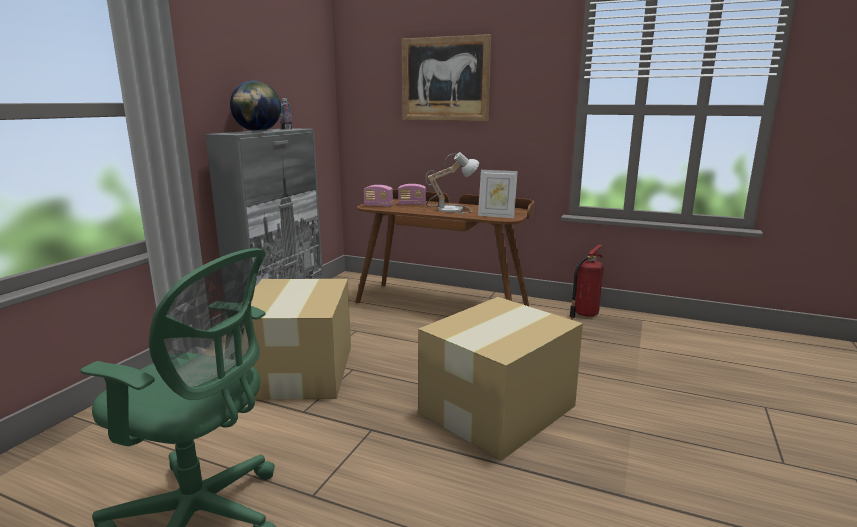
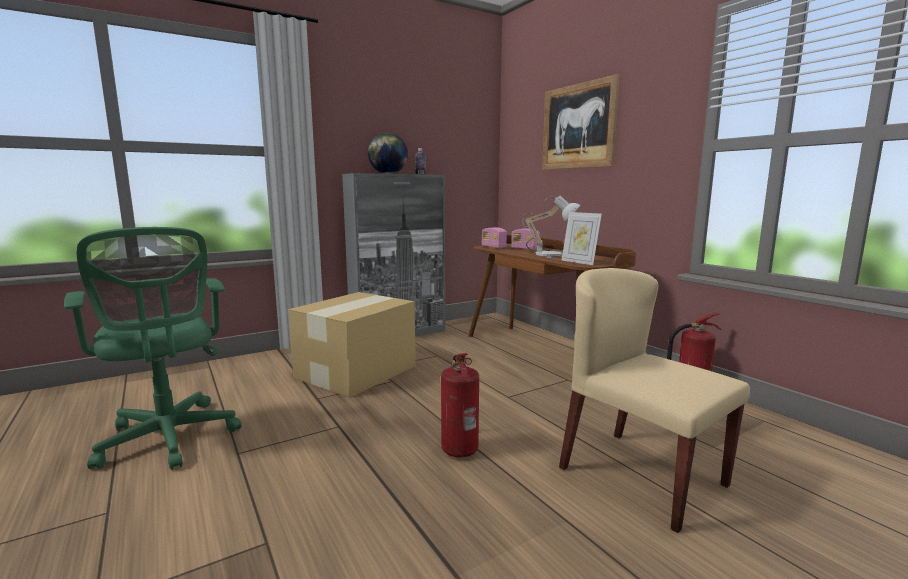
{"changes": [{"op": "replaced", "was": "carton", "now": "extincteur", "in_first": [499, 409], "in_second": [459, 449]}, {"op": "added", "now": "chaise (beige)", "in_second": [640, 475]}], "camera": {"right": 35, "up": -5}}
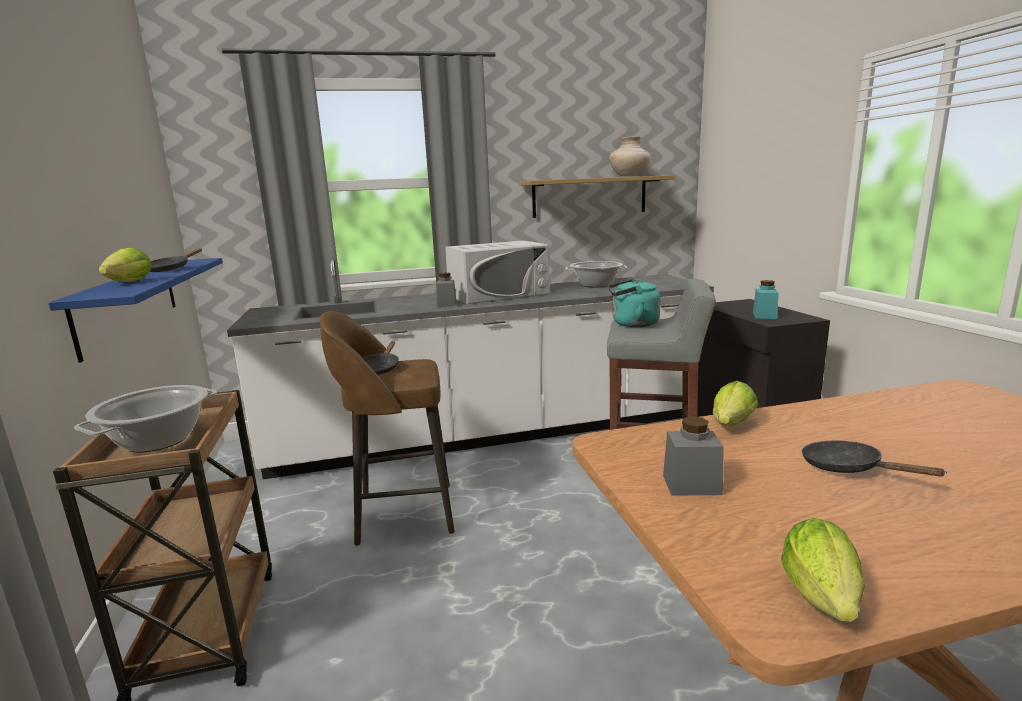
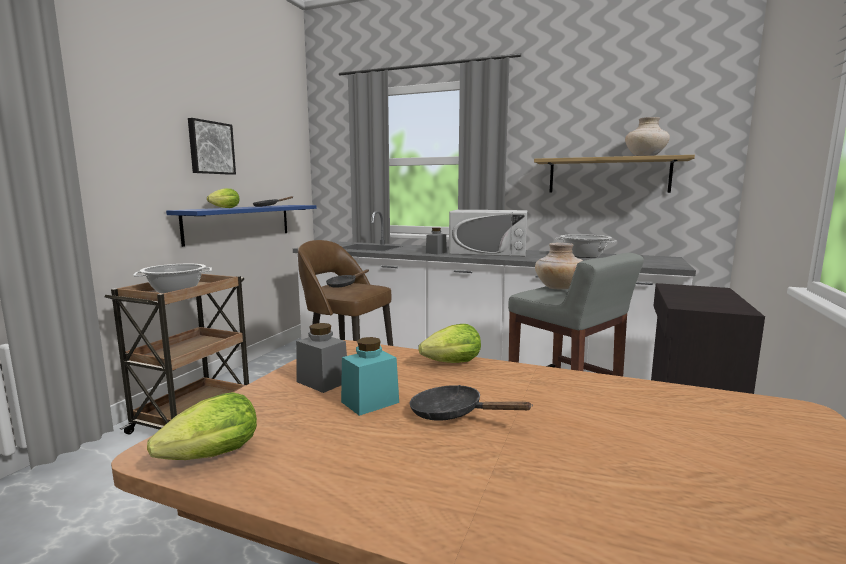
{"changes": [{"op": "replaced", "was": "bouilloire (turquoise)", "now": "vase (beige)", "in_first": [632, 324], "in_second": [559, 288]}, {"op": "moved", "was": "bocal (turquoise)", "in_first": [764, 316], "in_second": [370, 402]}, {"op": "turned", "was": "poêle (noir)", "in_first": [848, 468], "in_second": [453, 414], "clockwise": -60}, {"op": "added", "now": "tableau", "in_second": [210, 148]}], "camera": {"right": 35, "up": -5}}
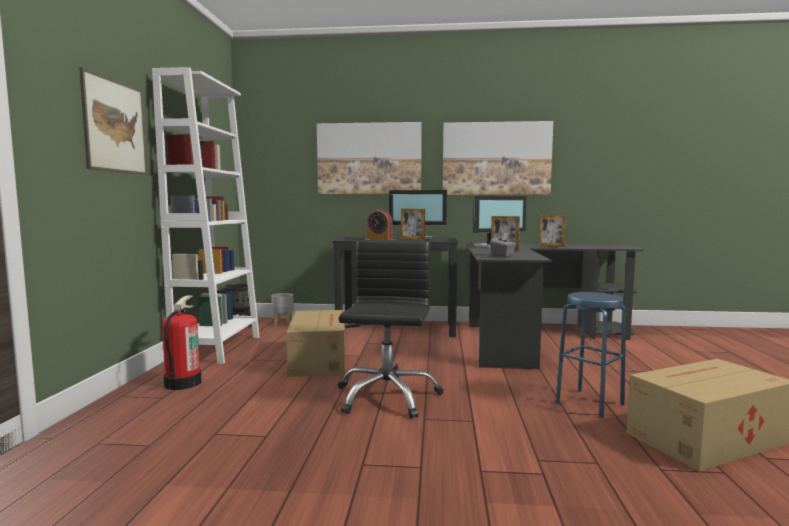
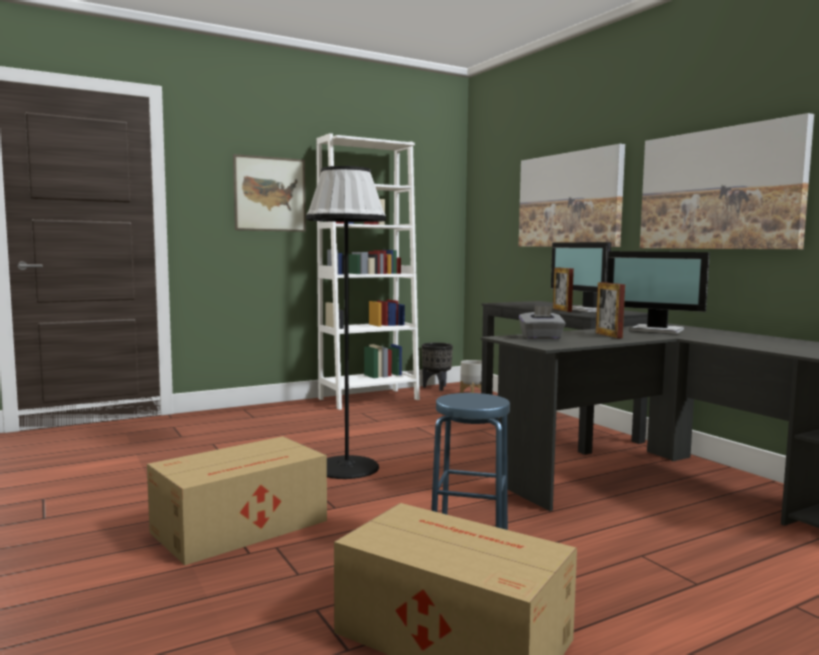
{"changes": [{"op": "removed", "was": "extincteur", "in_first": [182, 383]}, {"op": "moved", "was": "carton", "in_first": [319, 359], "in_second": [243, 526]}, {"op": "replaced", "was": "chaise de bureau (noir)", "now": "lampadaire (noir)", "in_first": [386, 396], "in_second": [347, 467]}, {"op": "removed", "was": "réveil", "in_first": [379, 239]}, {"op": "removed", "was": "cadre photo", "in_first": [551, 246]}], "camera": {"right": 55, "up": 0}}
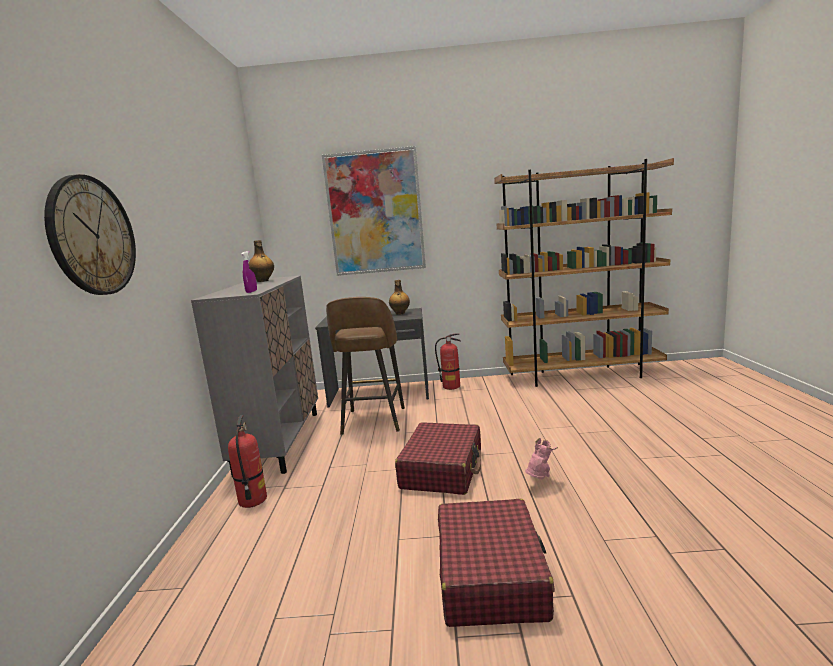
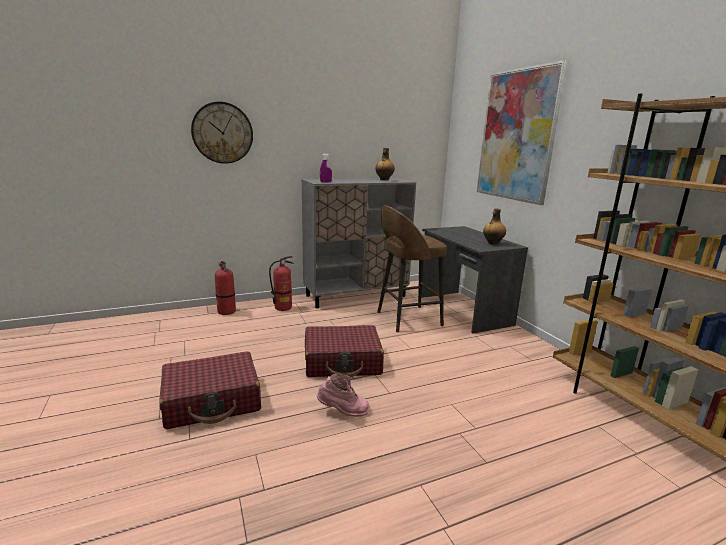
{"changes": [{"op": "moved", "was": "extincteur", "in_first": [451, 386], "in_second": [227, 312]}], "camera": {"right": 65, "up": 5}}
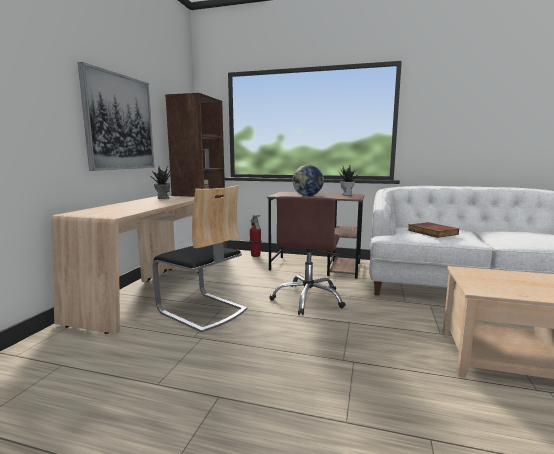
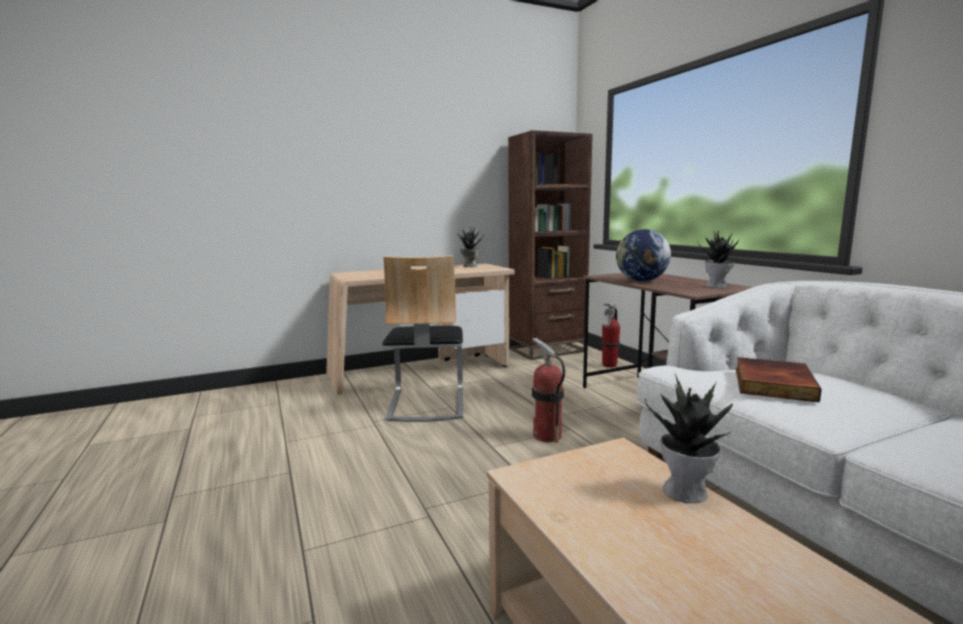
{"changes": [{"op": "removed", "was": "tableau", "in_first": [119, 122]}, {"op": "replaced", "was": "chaise de bureau (marron)", "now": "extincteur", "in_first": [308, 299], "in_second": [547, 435]}, {"op": "added", "now": "plante en pot", "in_second": [687, 492]}], "camera": {"right": 50, "up": 0}}
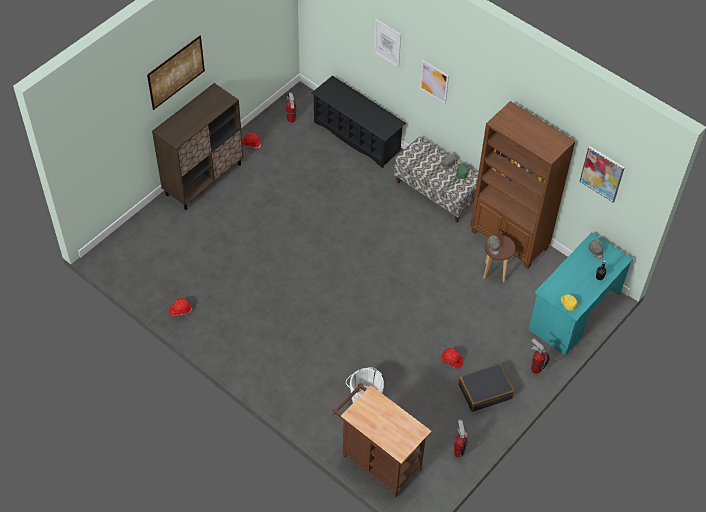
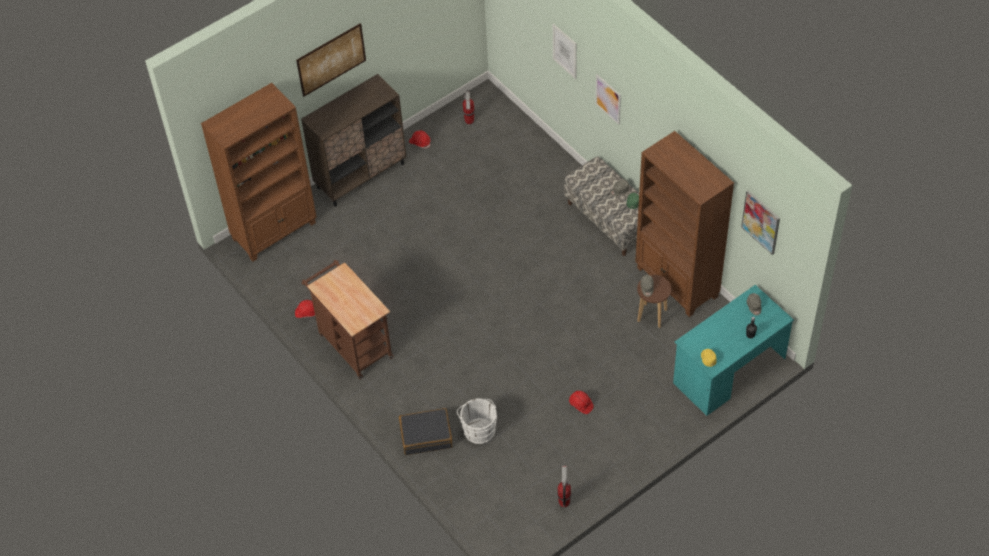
{"changes": [{"op": "removed", "was": "étagère à chaussures (noir)", "in_first": [357, 136]}, {"op": "moved", "was": "chariot (marron)", "in_first": [378, 460], "in_second": [353, 343]}, {"op": "moved", "was": "valise (noir)", "in_first": [485, 391], "in_second": [426, 435]}, {"op": "removed", "was": "extincteur", "in_first": [535, 369]}, {"op": "added", "now": "bibliothèque (marron)", "in_second": [275, 231]}], "camera": {"right": 15, "up": 0}}
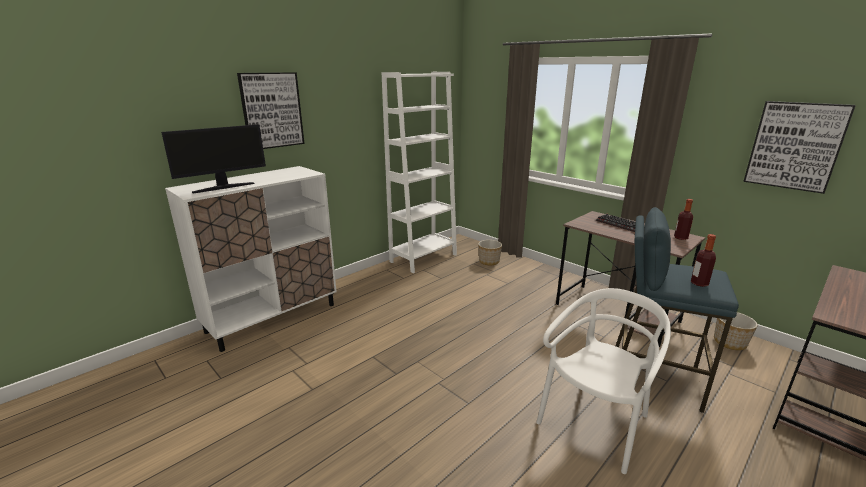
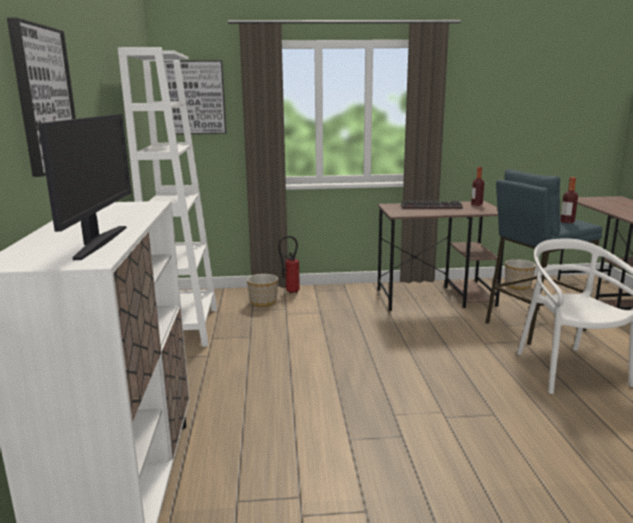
{"changes": [{"op": "moved", "was": "tableau", "in_first": [795, 146], "in_second": [195, 98]}, {"op": "added", "now": "extincteur", "in_second": [290, 291]}], "camera": {"right": -50, "up": -5}}
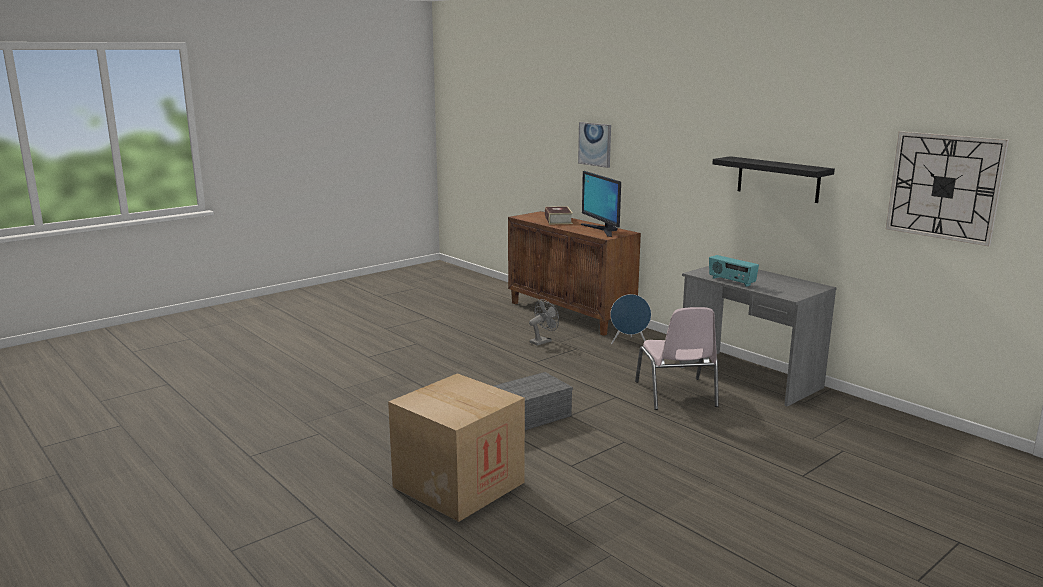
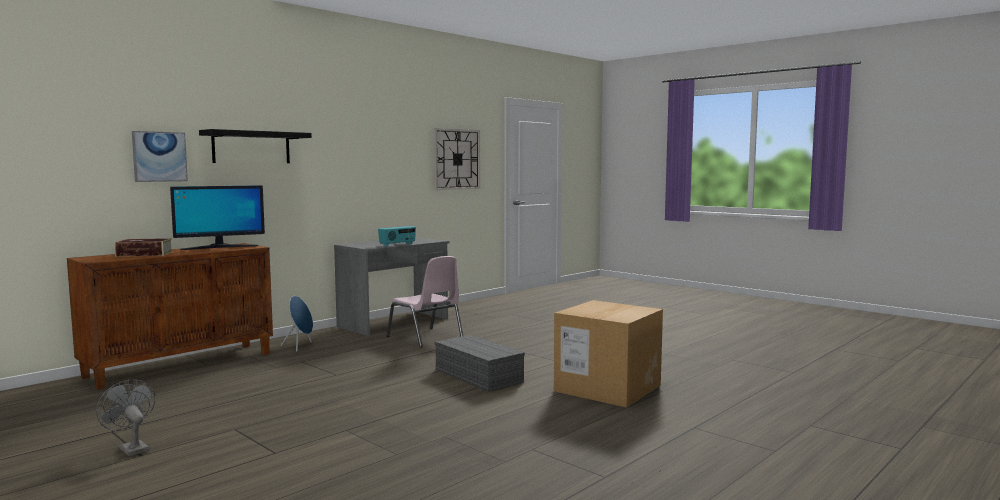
{"changes": [{"op": "moved", "was": "ventilateur (gris)", "in_first": [543, 341], "in_second": [131, 448]}, {"op": "turned", "was": "chaise (rose)", "in_first": [676, 394], "in_second": [426, 338], "clockwise": 60}, {"op": "moved", "was": "étagère (noir)", "in_first": [778, 179], "in_second": [251, 147]}], "camera": {"right": -95, "up": -10}}
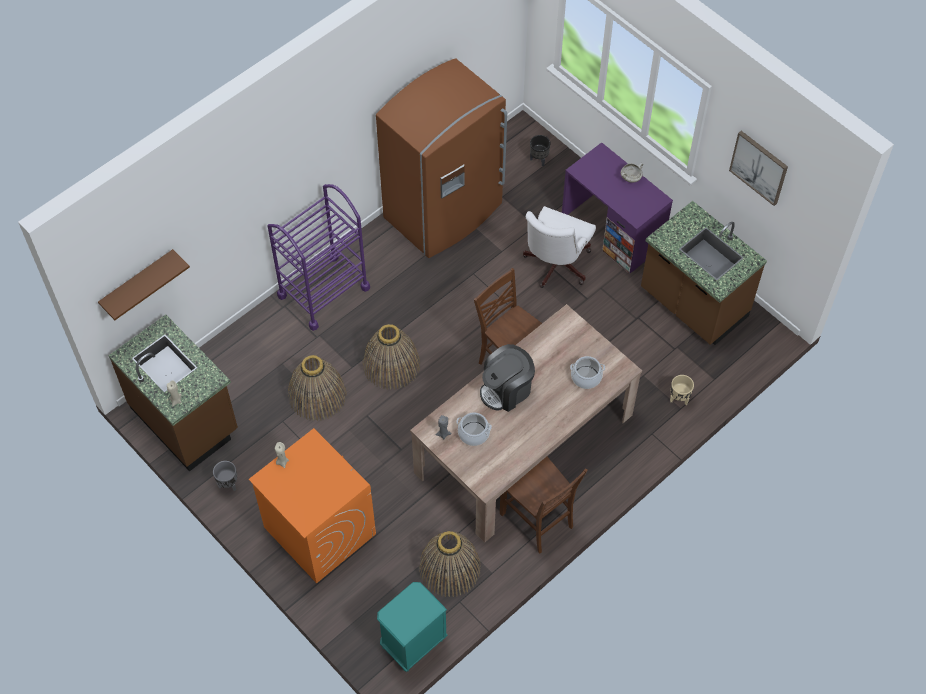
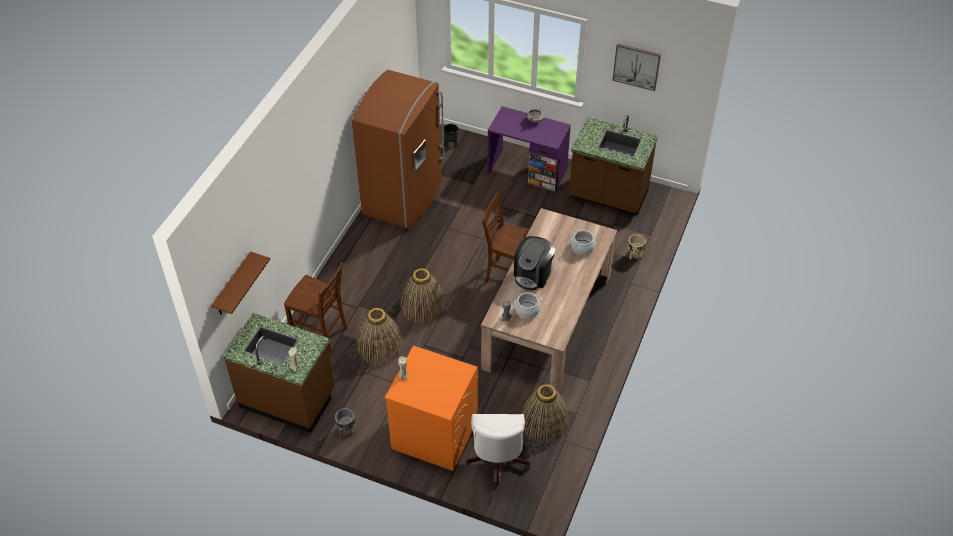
{"changes": [{"op": "removed", "was": "chariot (violet)", "in_first": [323, 291]}, {"op": "removed", "was": "table de chevet (turquoise)", "in_first": [412, 643]}, {"op": "moved", "was": "chaise (marron)", "in_first": [538, 521], "in_second": [321, 333]}, {"op": "moved", "was": "chaise de bureau (blanc)", "in_first": [555, 266], "in_second": [497, 462]}], "camera": {"right": -25, "up": -10}}
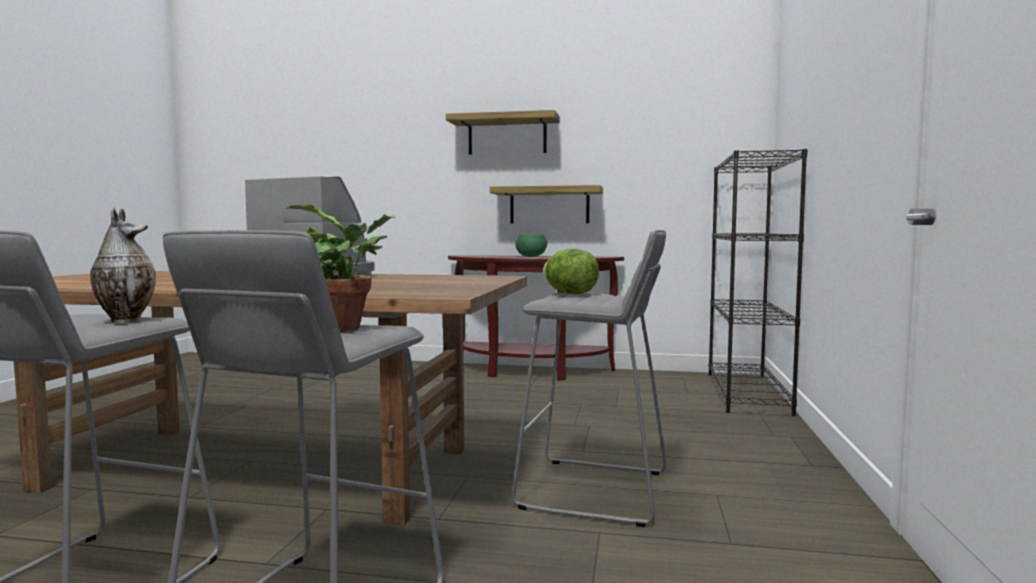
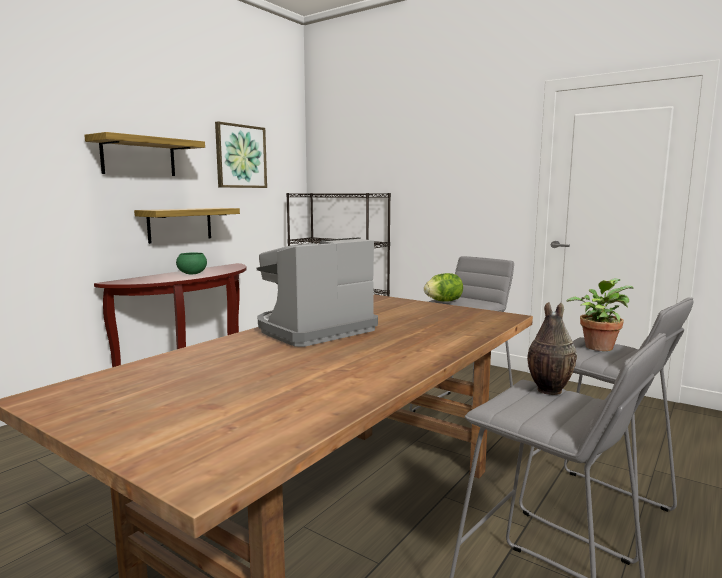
{"changes": [{"op": "added", "now": "tableau", "in_second": [240, 156]}], "camera": {"right": -65, "up": 5}}
